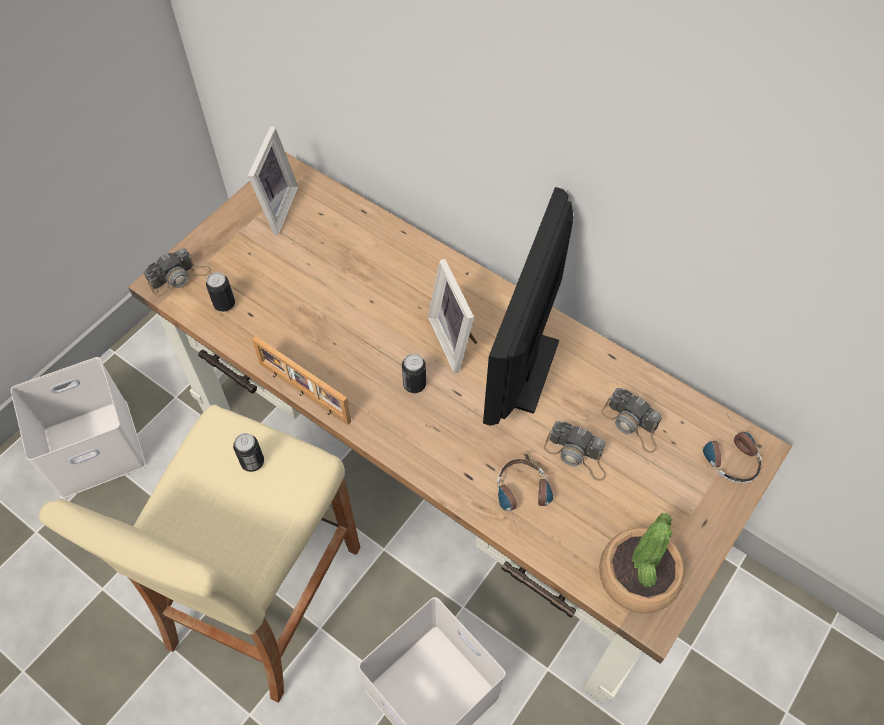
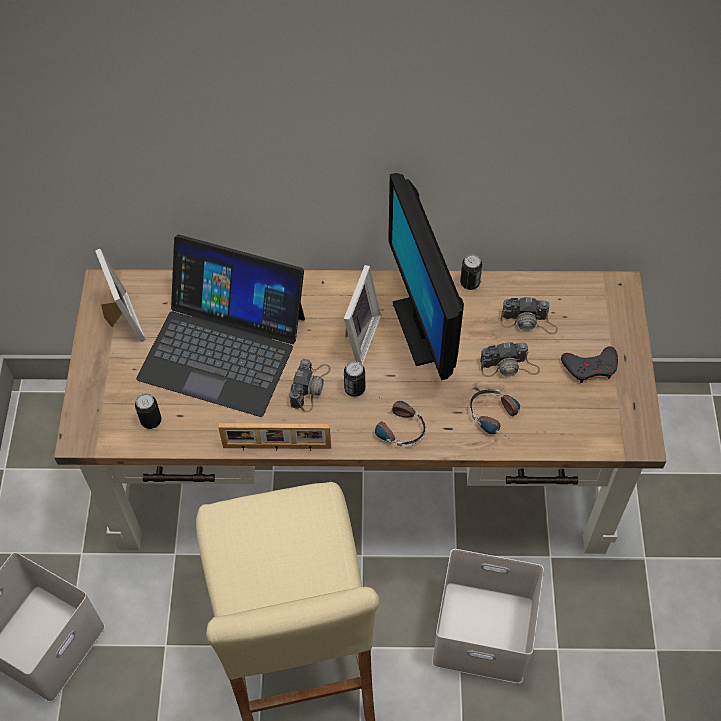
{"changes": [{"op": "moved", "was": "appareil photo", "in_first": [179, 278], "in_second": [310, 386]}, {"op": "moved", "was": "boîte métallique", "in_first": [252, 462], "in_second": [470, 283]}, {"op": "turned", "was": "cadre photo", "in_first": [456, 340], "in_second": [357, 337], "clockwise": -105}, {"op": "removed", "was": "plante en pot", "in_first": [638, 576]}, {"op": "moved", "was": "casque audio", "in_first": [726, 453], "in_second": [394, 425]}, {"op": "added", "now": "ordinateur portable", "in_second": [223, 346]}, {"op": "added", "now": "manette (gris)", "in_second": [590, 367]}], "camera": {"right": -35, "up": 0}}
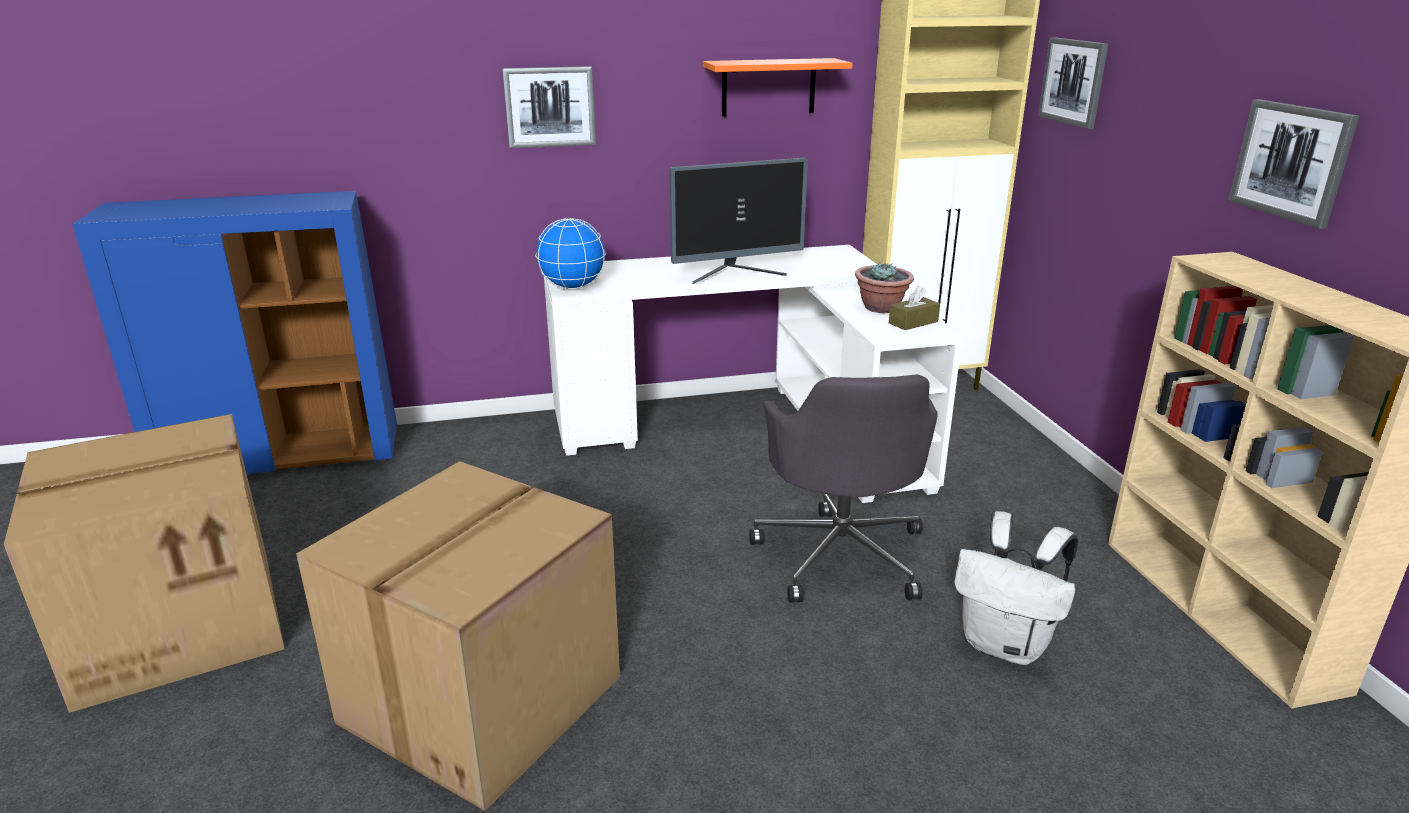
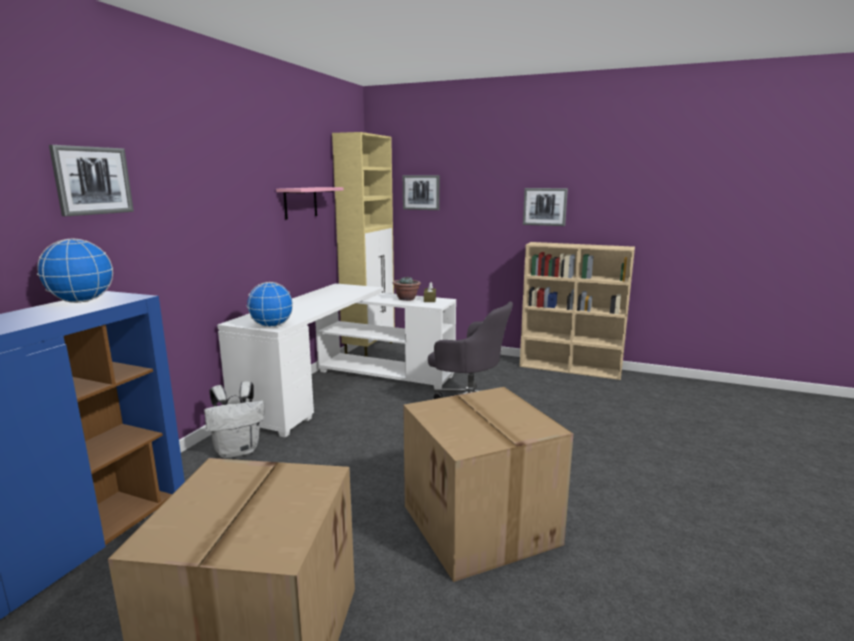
{"changes": [{"op": "moved", "was": "tableau", "in_first": [550, 107], "in_second": [92, 180]}, {"op": "removed", "was": "écran d'ordinateur", "in_first": [736, 274]}, {"op": "recoloured", "was": "étagère (orange)", "now": "étagère (rose)", "in_first": [768, 87], "in_second": [300, 202]}, {"op": "moved", "was": "sac à dos (blanc)", "in_first": [1006, 645], "in_second": [238, 450]}, {"op": "added", "now": "globe", "in_second": [81, 302]}], "camera": {"right": -55, "up": -10}}
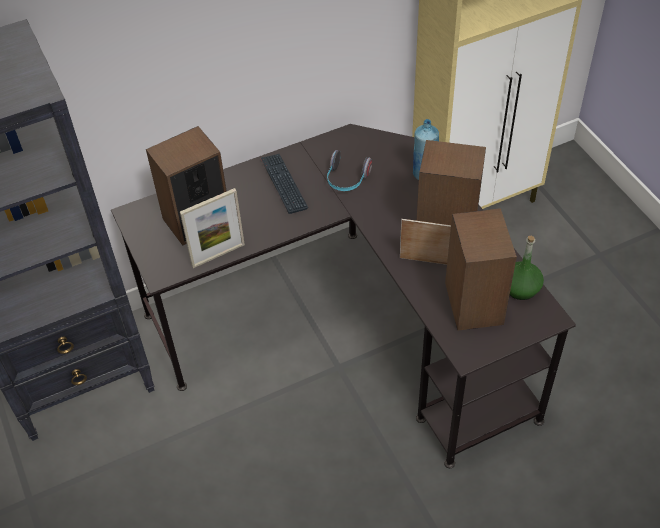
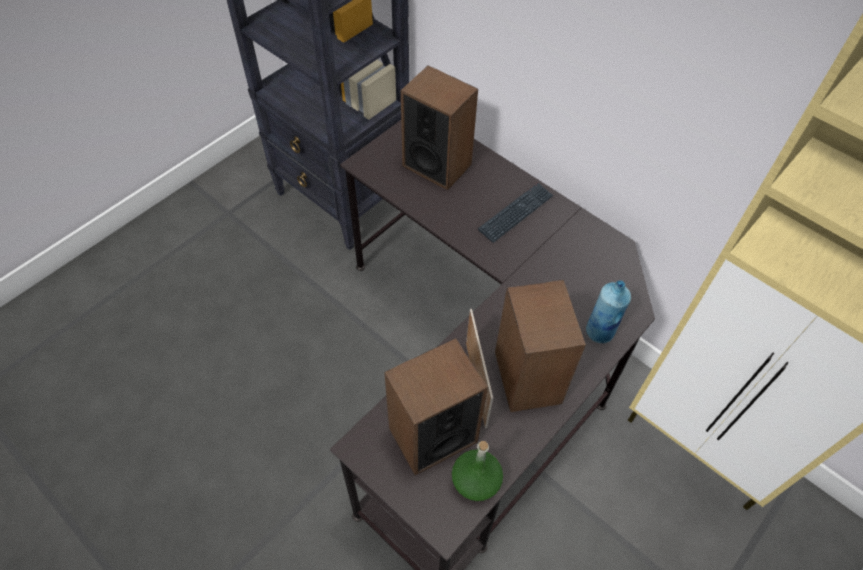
{"changes": [{"op": "removed", "was": "cadre photo", "in_first": [218, 255]}, {"op": "removed", "was": "casque audio", "in_first": [346, 180]}], "camera": {"right": 65, "up": 5}}
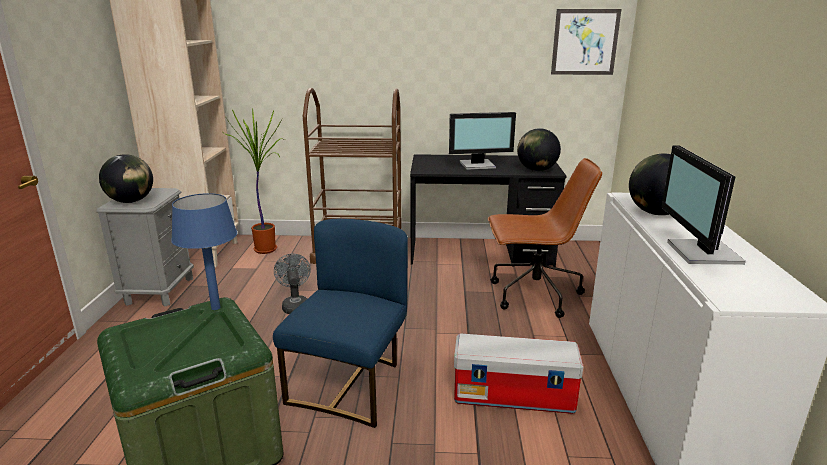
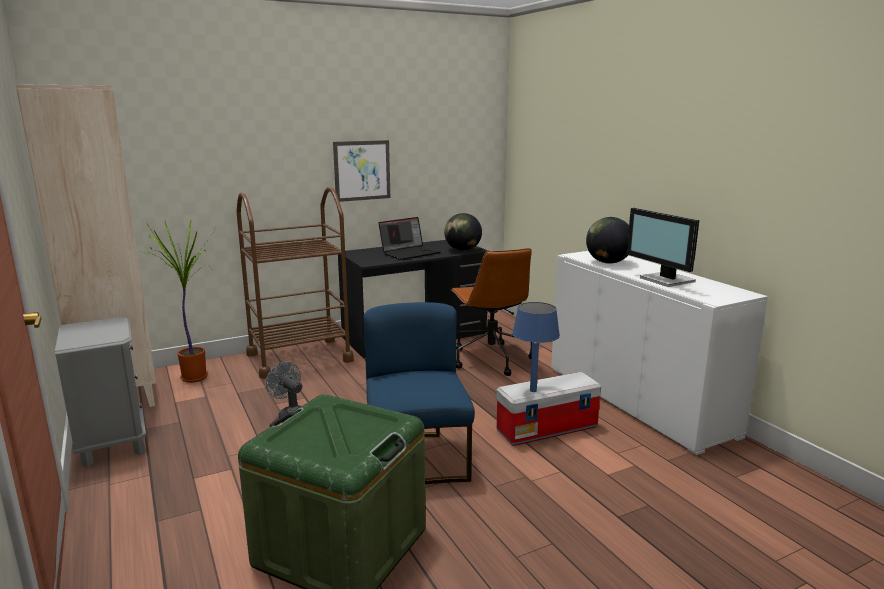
{"changes": [{"op": "removed", "was": "globe", "in_first": [131, 201]}, {"op": "moved", "was": "lampe de table (bleu)", "in_first": [216, 307], "in_second": [533, 390]}, {"op": "replaced", "was": "écran d'ordinateur", "now": "ordinateur portable", "in_first": [478, 165], "in_second": [410, 253]}, {"op": "turned", "was": "chaise de bureau (marron)", "in_first": [533, 295], "in_second": [490, 358], "clockwise": 105}, {"op": "moved", "was": "tableau", "in_first": [585, 42], "in_second": [362, 170]}], "camera": {"right": -30, "up": -5}}
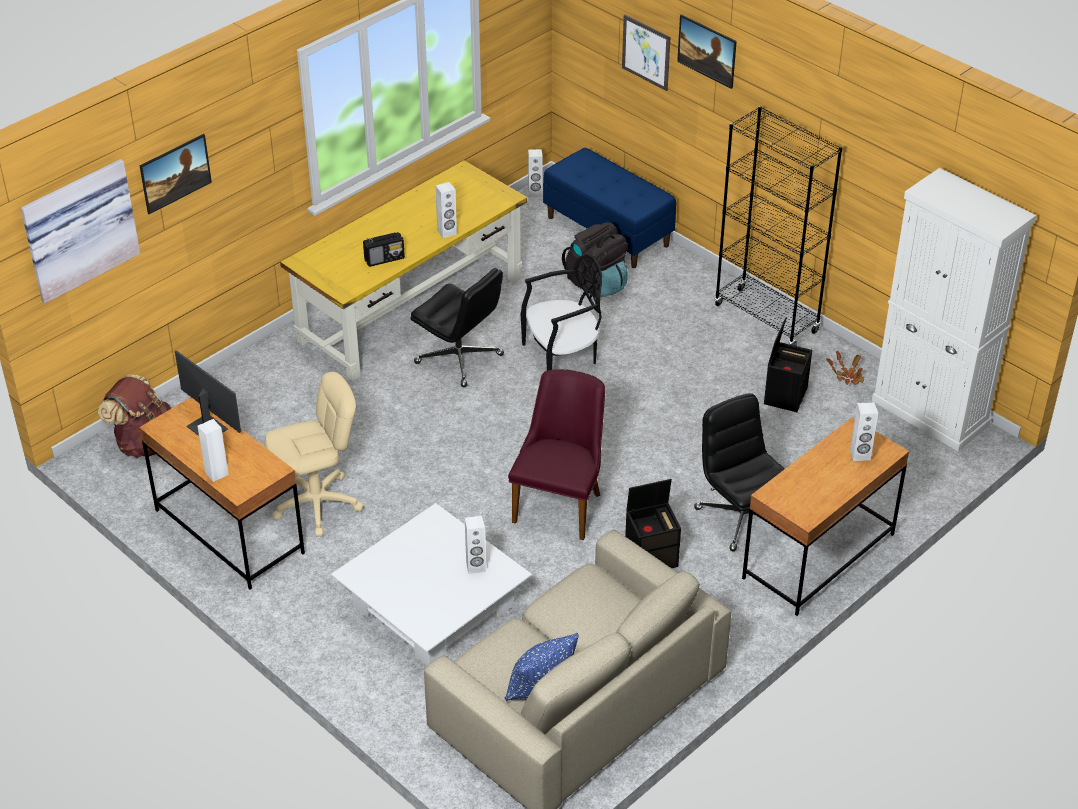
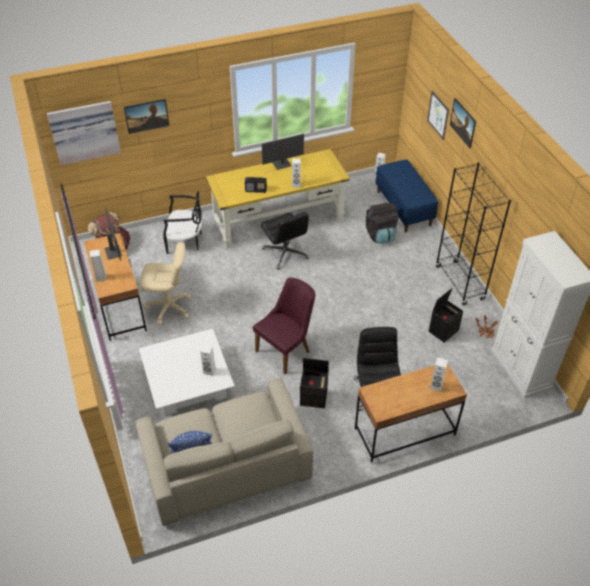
{"changes": [{"op": "moved", "was": "chaise (noir)", "in_first": [562, 358], "in_second": [185, 241]}, {"op": "added", "now": "écran d'ordinateur", "in_second": [282, 164]}], "camera": {"right": 25, "up": 5}}
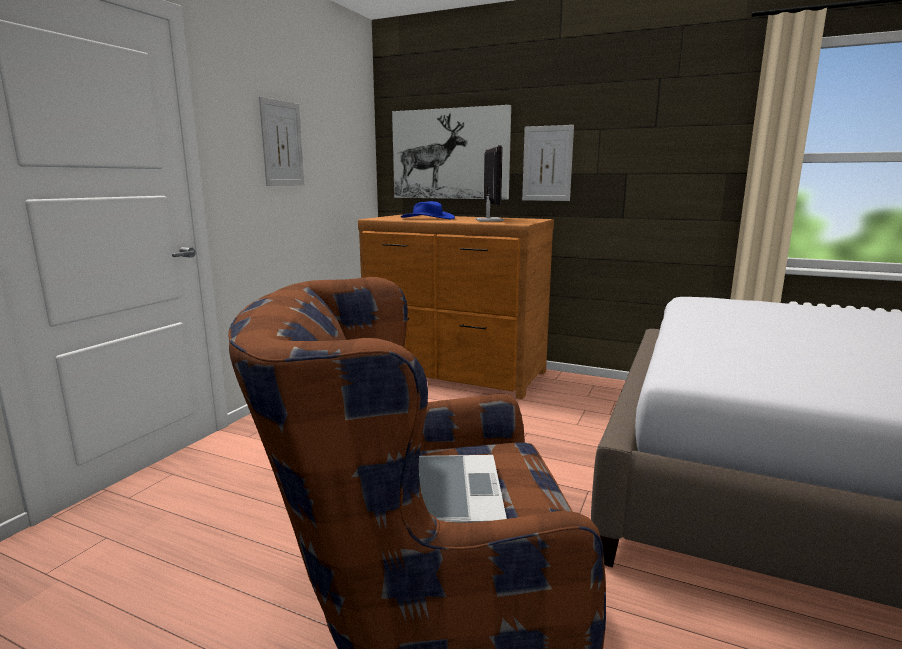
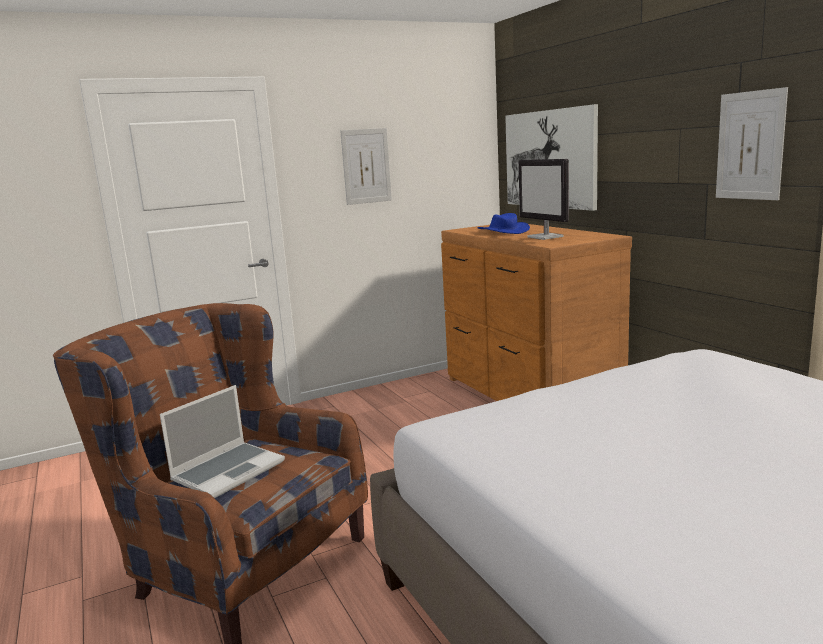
{"changes": [{"op": "turned", "was": "écran d'ordinateur", "in_first": [489, 220], "in_second": [546, 237], "clockwise": 120}, {"op": "moved", "was": "tableau", "in_first": [547, 163], "in_second": [750, 146]}], "camera": {"right": 40, "up": 0}}
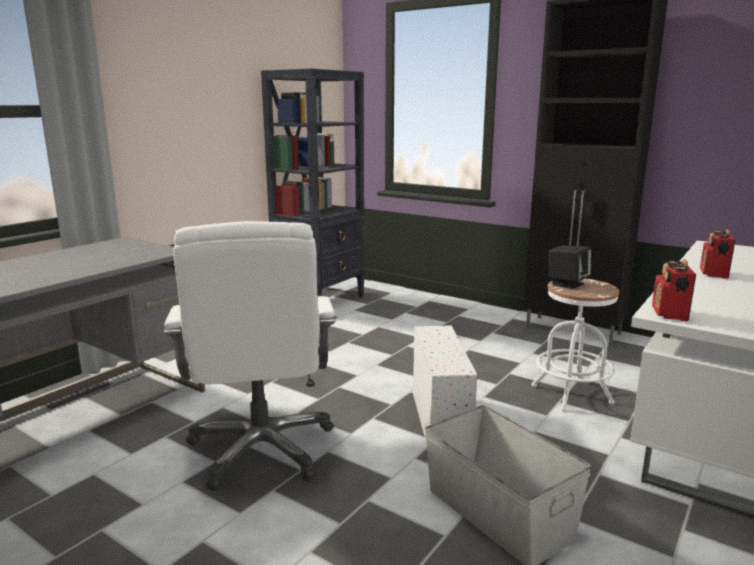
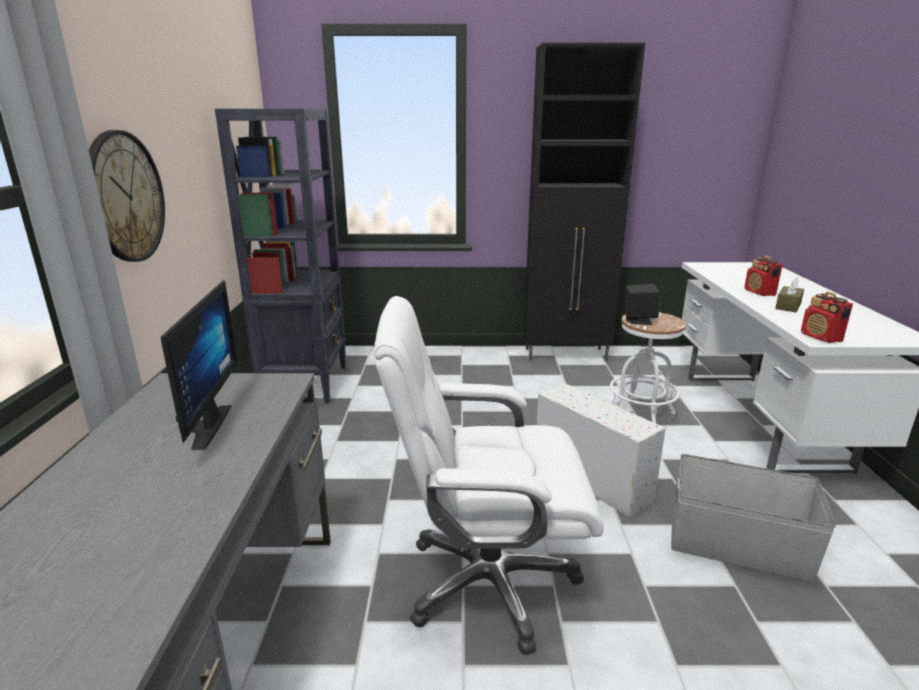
{"changes": [{"op": "turned", "was": "chaise de bureau (blanc)", "in_first": [262, 449], "in_second": [488, 581], "clockwise": 135}, {"op": "added", "now": "horloge murale", "in_second": [125, 197]}, {"op": "added", "now": "écran d'ordinateur", "in_second": [201, 426]}, {"op": "added", "now": "boîte à mouchoirs (marron)", "in_second": [788, 306]}], "camera": {"right": -35, "up": 5}}
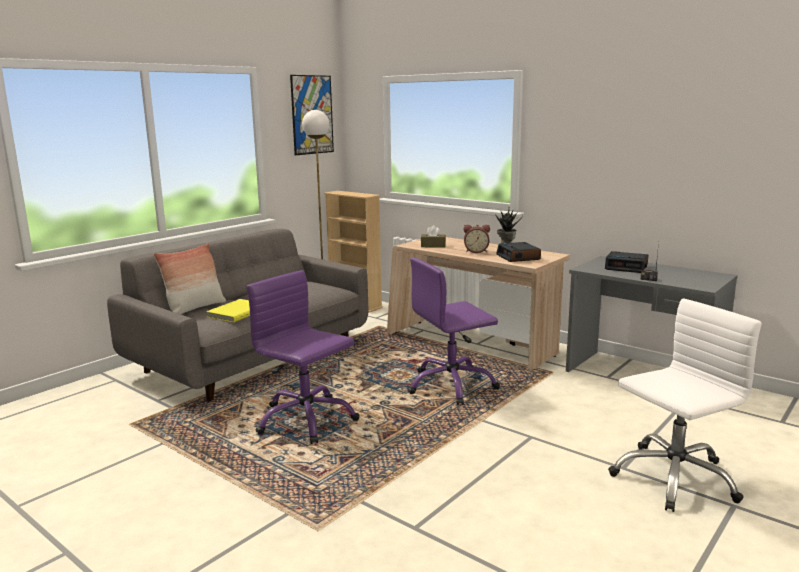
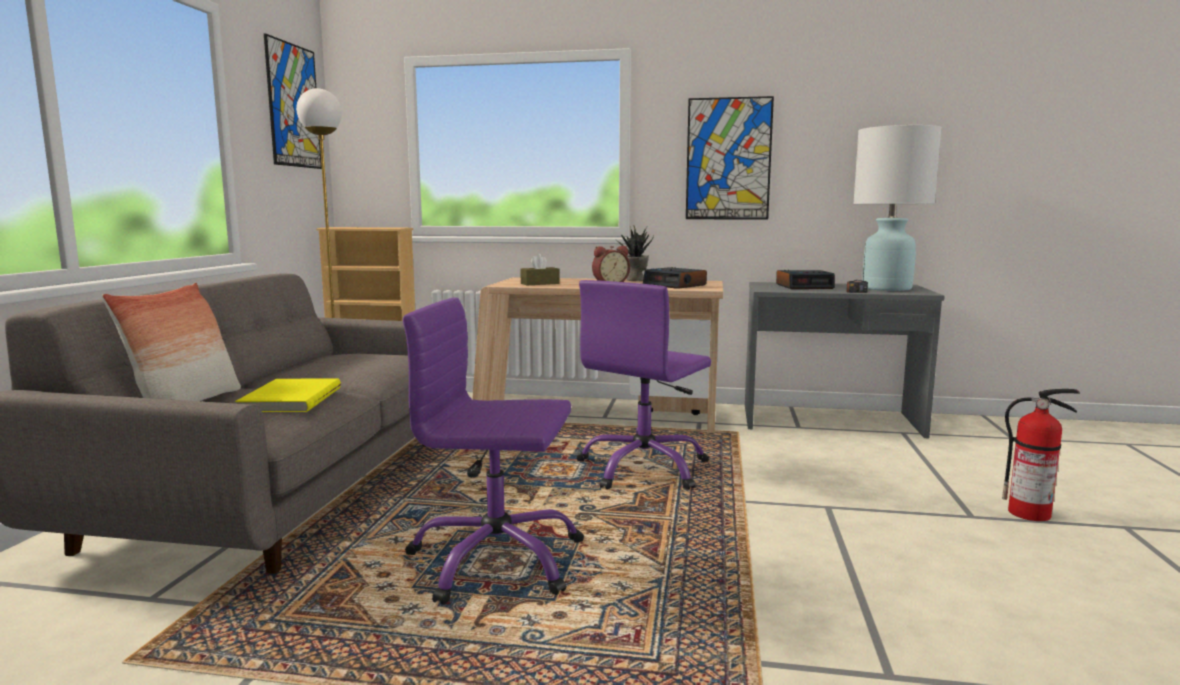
{"changes": [{"op": "replaced", "was": "chaise de bureau (blanc)", "now": "extincteur", "in_first": [673, 477], "in_second": [1031, 513]}, {"op": "added", "now": "tableau", "in_second": [728, 159]}, {"op": "added", "now": "lampe de table (blanc)", "in_second": [887, 288]}], "camera": {"right": -30, "up": -5}}
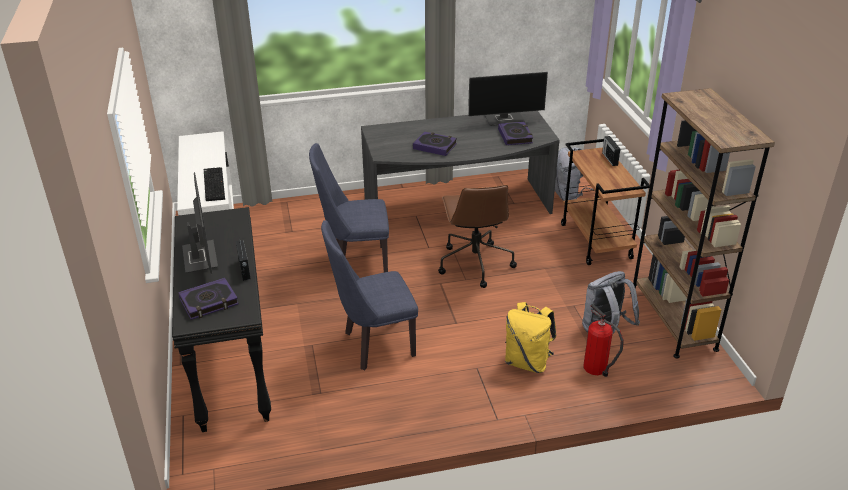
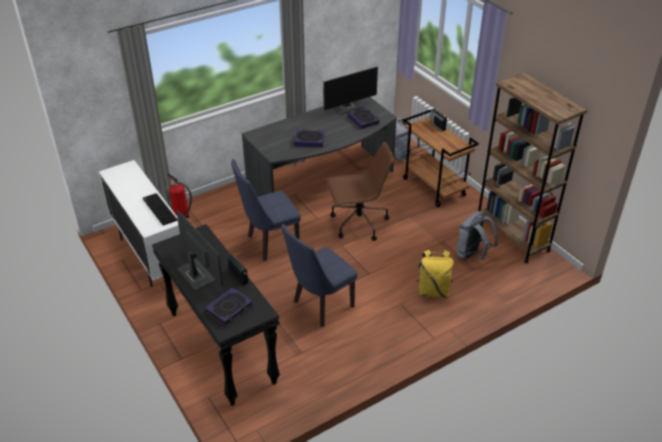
{"changes": [{"op": "turned", "was": "chaise de bureau (marron)", "in_first": [474, 263], "in_second": [358, 224], "clockwise": -75}, {"op": "moved", "was": "extincteur", "in_first": [597, 368], "in_second": [182, 214]}], "camera": {"right": -20, "up": 5}}
